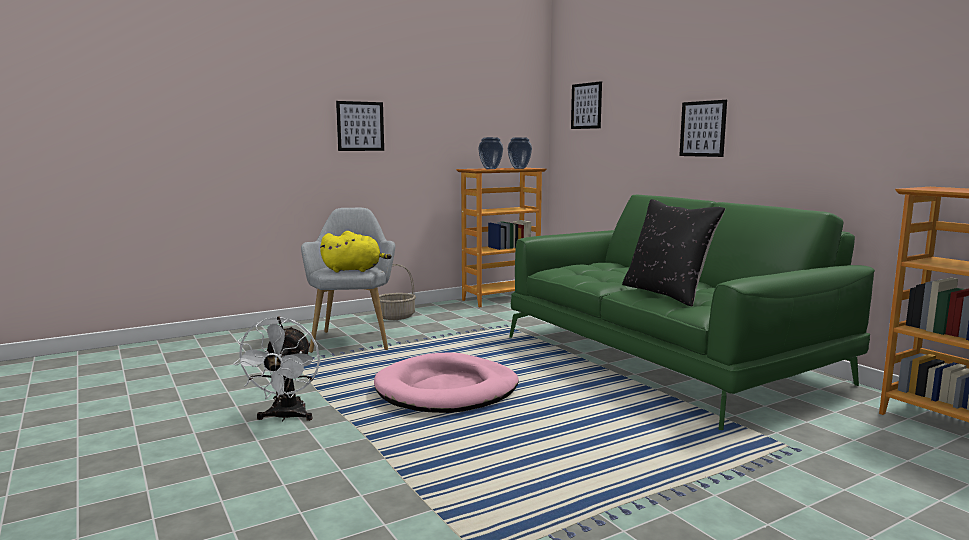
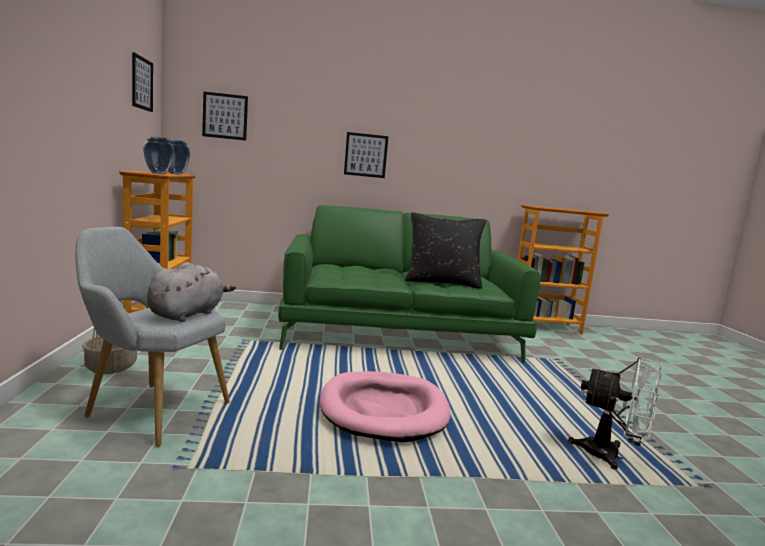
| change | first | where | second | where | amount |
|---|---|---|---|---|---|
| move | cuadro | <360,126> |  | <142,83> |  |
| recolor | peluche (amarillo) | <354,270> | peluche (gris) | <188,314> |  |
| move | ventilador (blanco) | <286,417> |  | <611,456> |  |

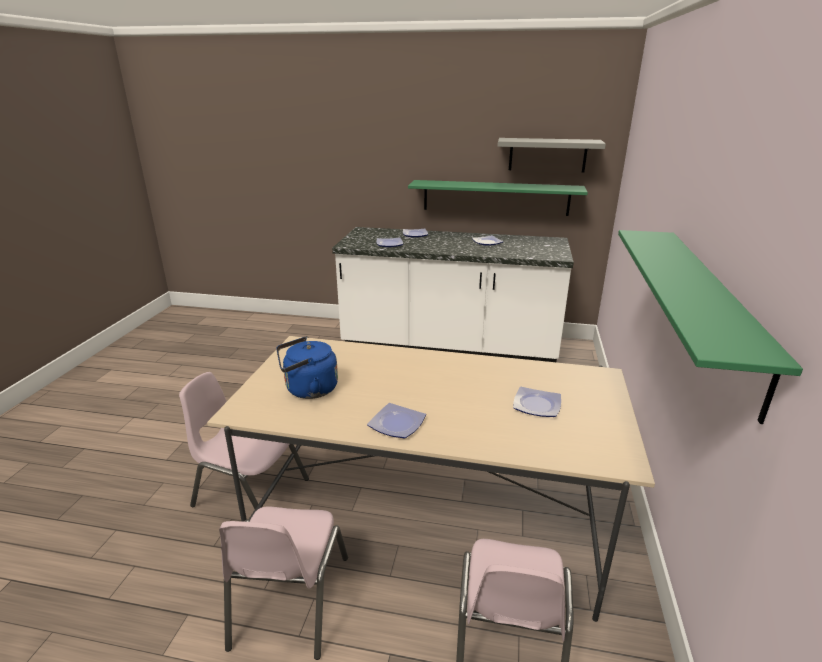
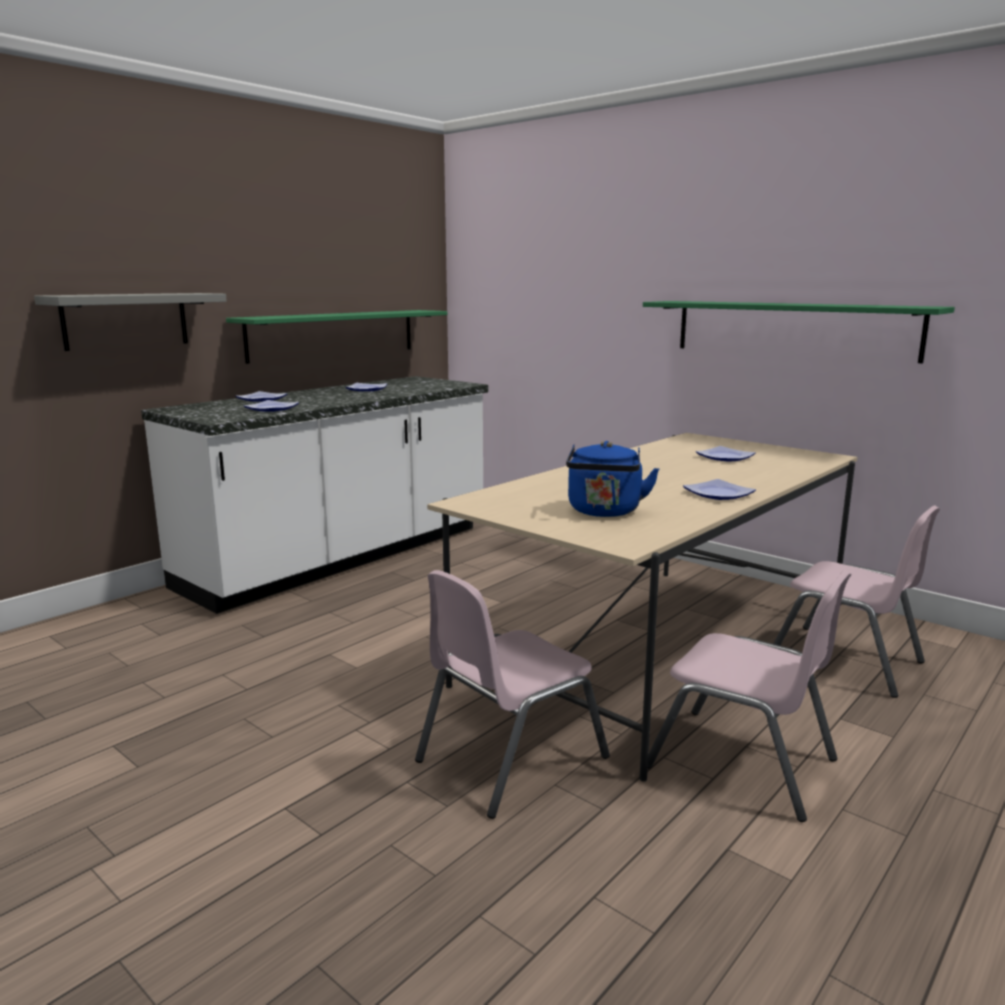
| change | first | where | second | where | amount |
|---|---|---|---|---|---|
| move | estante (gris) | <547,155> |  | <125,320> |  |

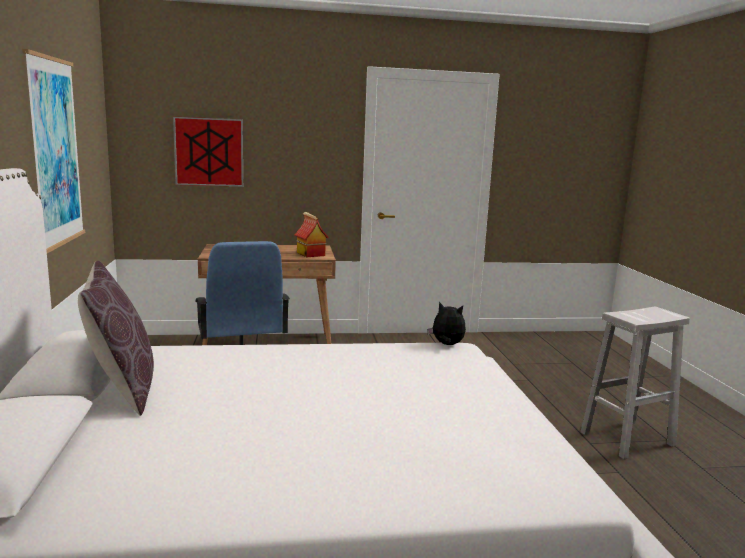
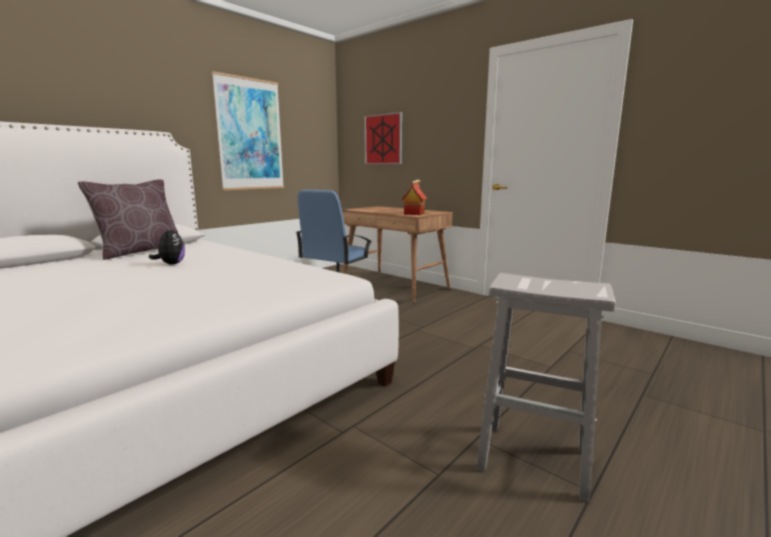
| change | first | where | second | where | amount |
|---|---|---|---|---|---|
| move | peluche | <447,345> |  | <171,264> |  |

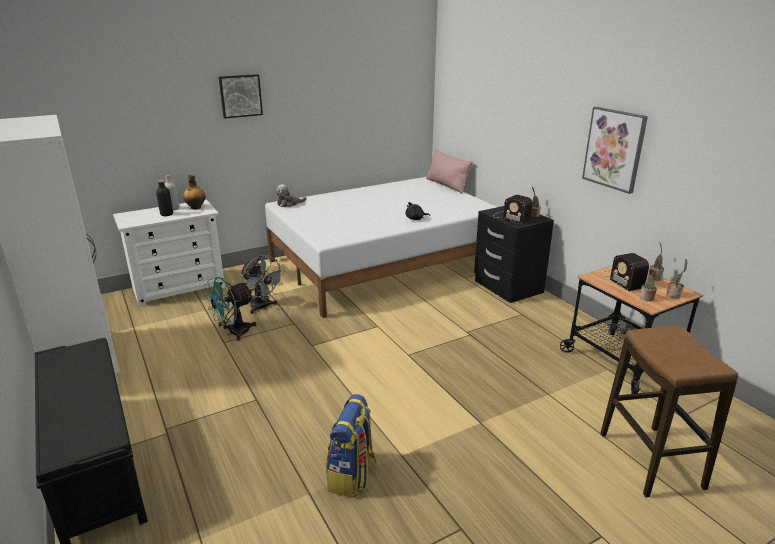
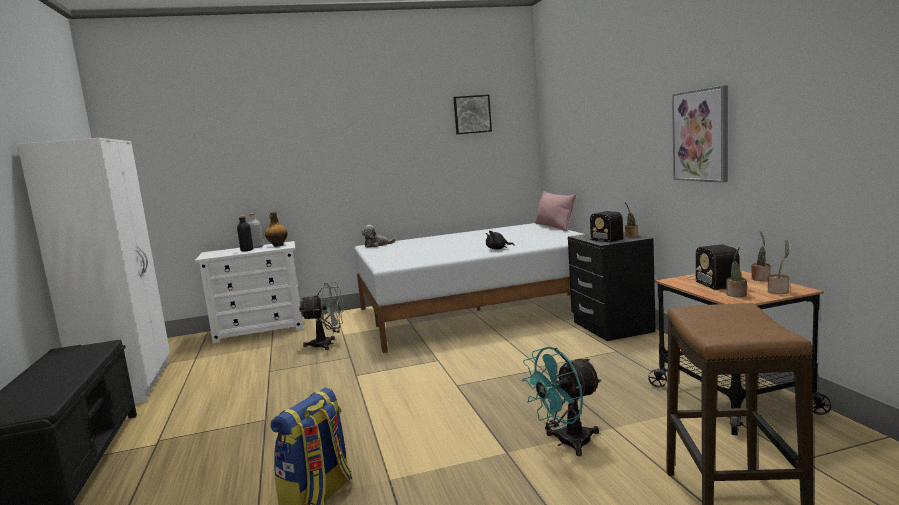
| change | first | where | second | where | amount |
|---|---|---|---|---|---|
| rotate | ventilador (gris) | <262,307> |  | <327,344> | 60 degrees counterclockwise |
| move | cuadro | <240,96> |  | <472,114> |  |
| move | ventilador (turquesa) | <234,333> |  | <566,443> |  |

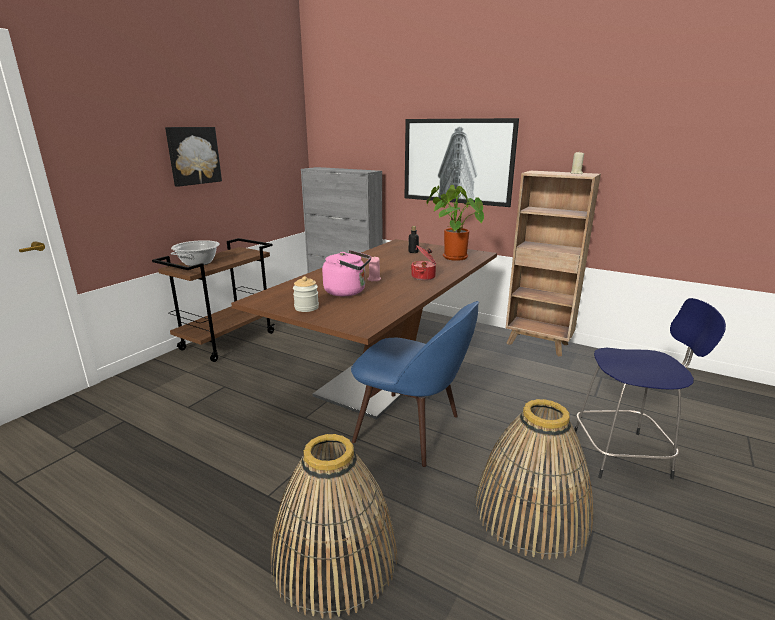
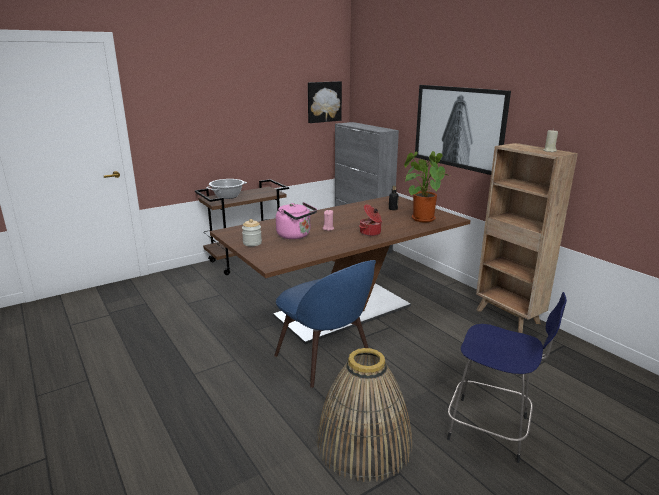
| change | first | where | second | where | amount |
|---|---|---|---|---|---|
| move | cuadro | <193,155> |  | <323,101> |  |
| delete | cesta | <334,557> |  |  |  |

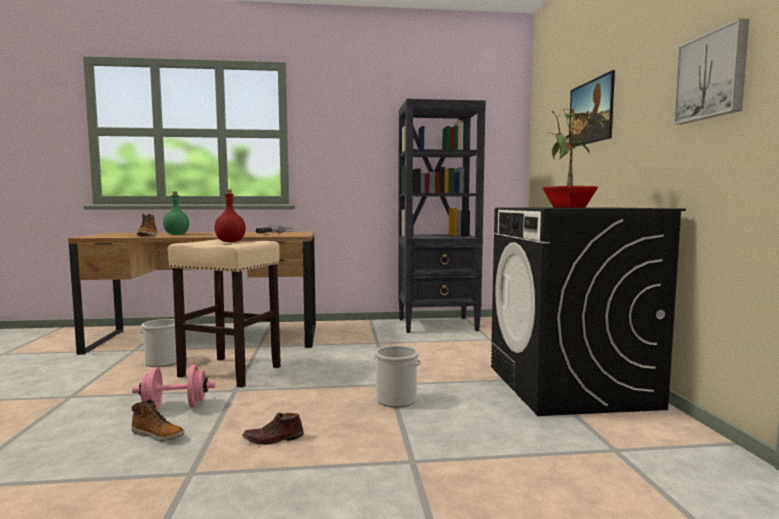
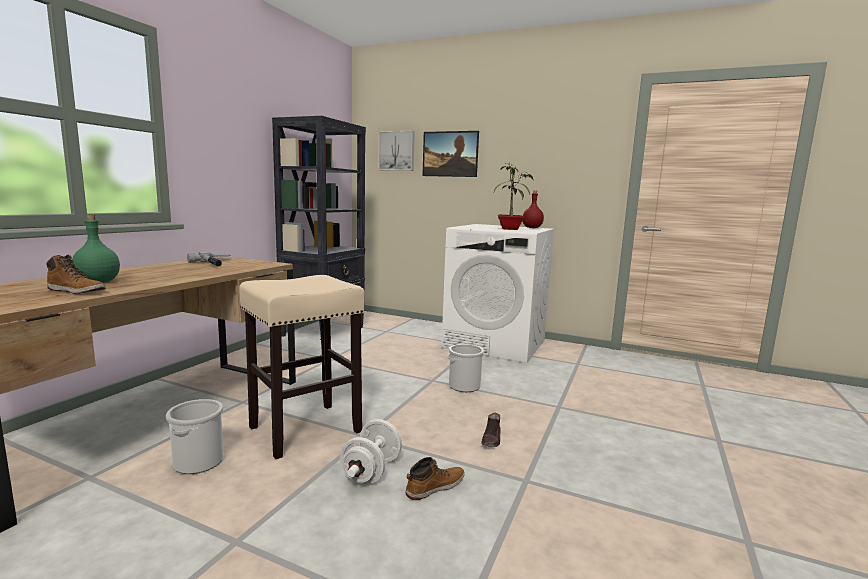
| change | first | where | second | where | amount |
|---|---|---|---|---|---|
| recolor | mancuerna (rosa) | <175,407> | mancuerna (blanco) | <371,471> |  |
| move | cuadro | <712,76> |  | <397,151> |  |
| recolor | lavadora (negro) | <570,386> | lavadora (blanco) | <495,344> |  |
| move | botella (rojo) | <230,242> |  | <532,228> |  |

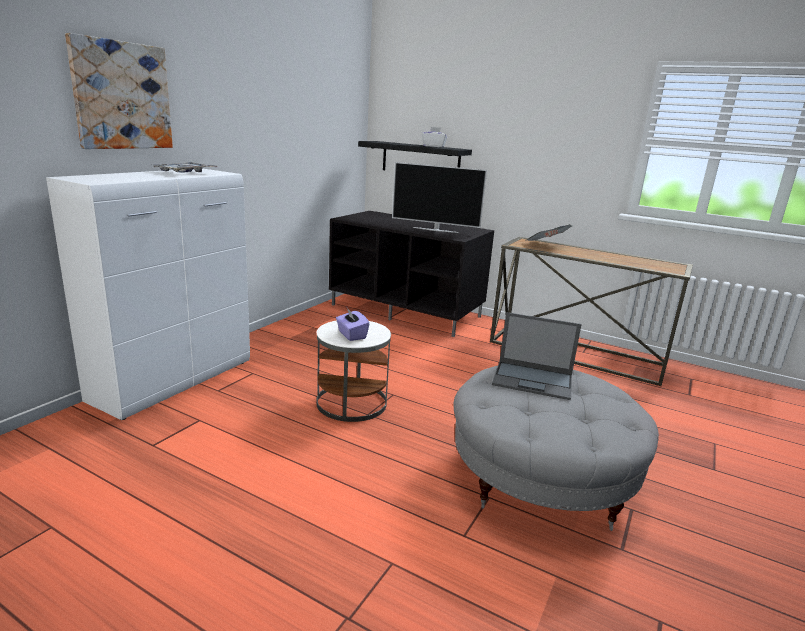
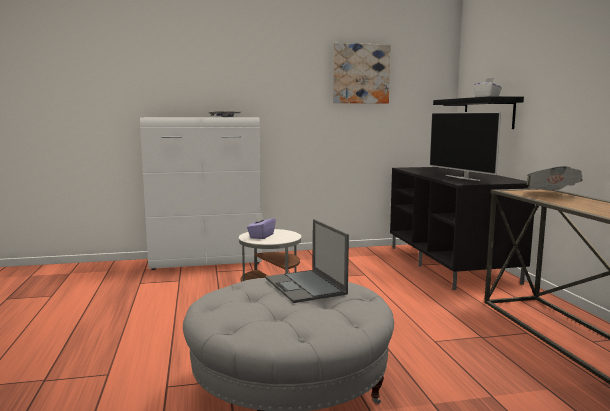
| change | first | where | second | where | amount |
|---|---|---|---|---|---|
| move | cuadro | <121,96> |  | <361,74> |  |

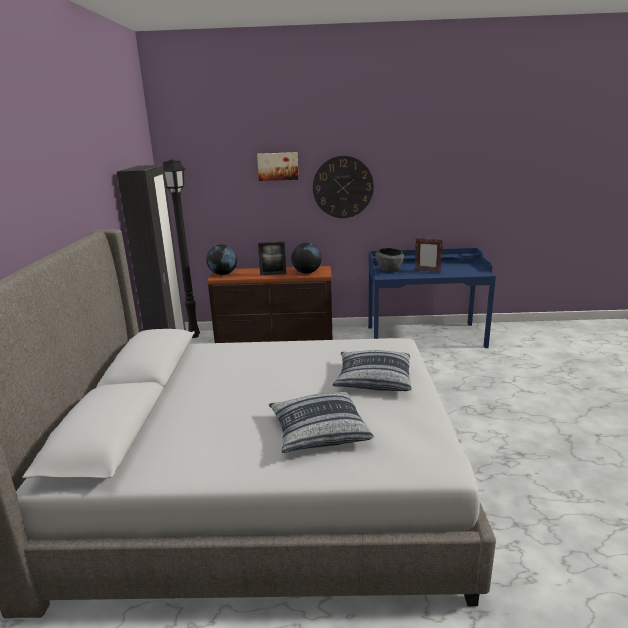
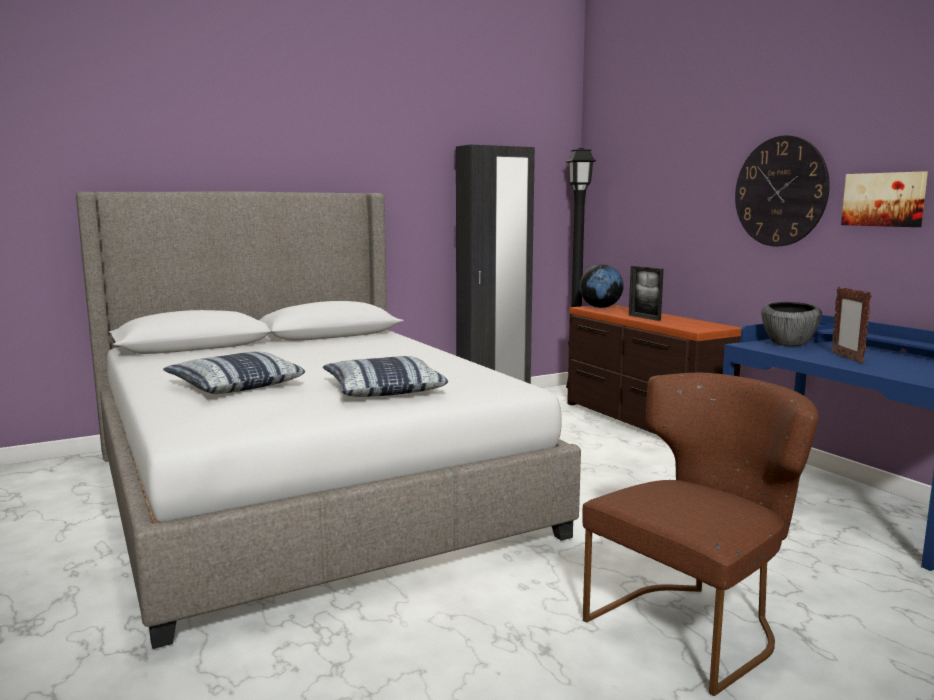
| change | first | where | second | where | amount |
|---|---|---|---|---|---|
| insert |  |  | silla (marrón) | <694,625> |  |
| move | cuadro | <278,166> |  | <884,199> |  |
| delete | globo terráqueo | <307,272> |  |  |  |

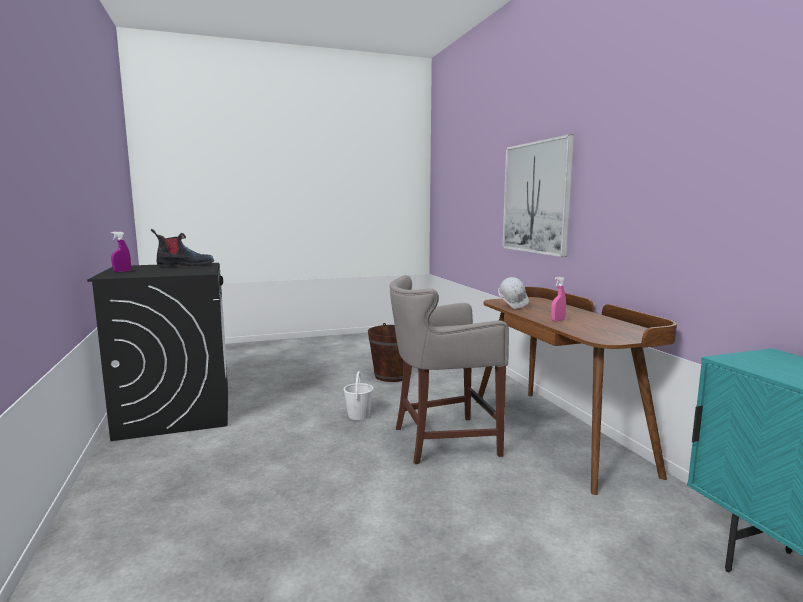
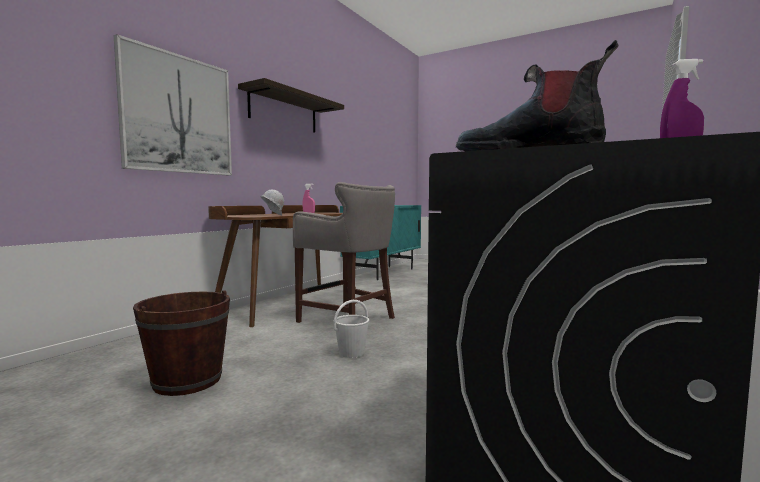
| change | first | where | second | where | amount |
|---|---|---|---|---|---|
| insert |  |  | estante | <284,111> |  |

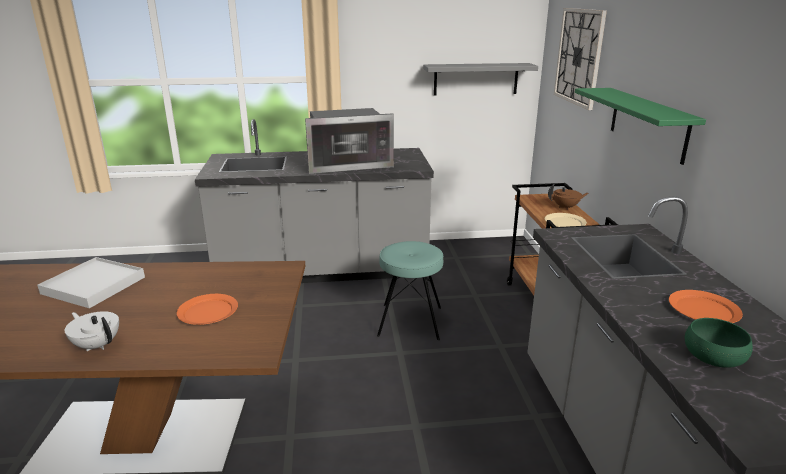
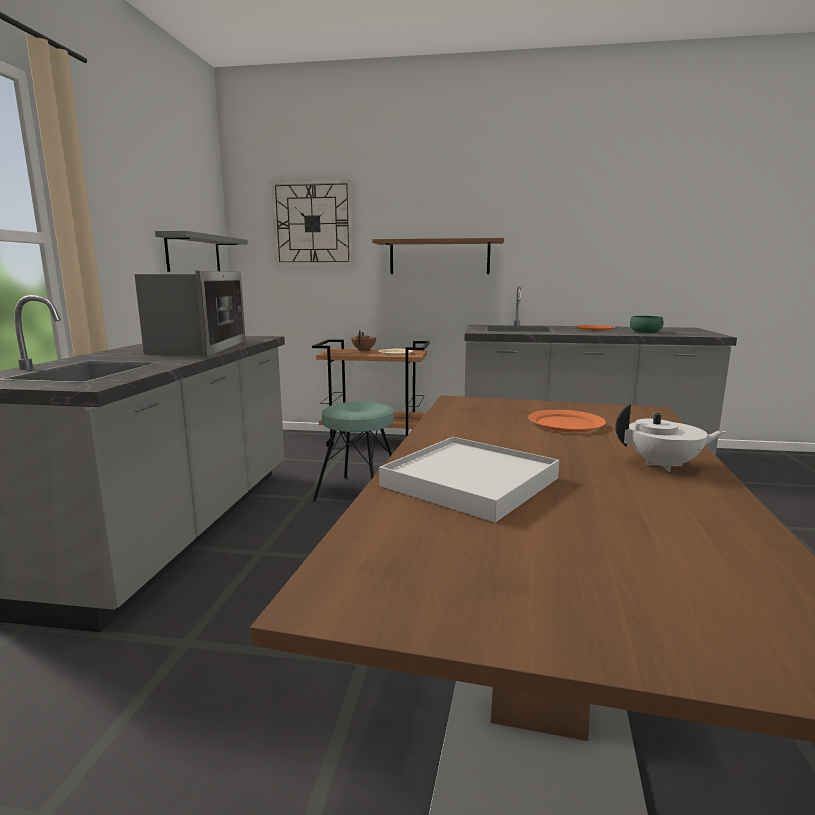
| change | first | where | second | where | amount |
|---|---|---|---|---|---|
| recolor | estante (verde) | <648,123> | estante (marrón) | <439,257> |  |
| rotate | tetera (blanco) | <97,345> |  | <664,465> | 135 degrees counterclockwise |

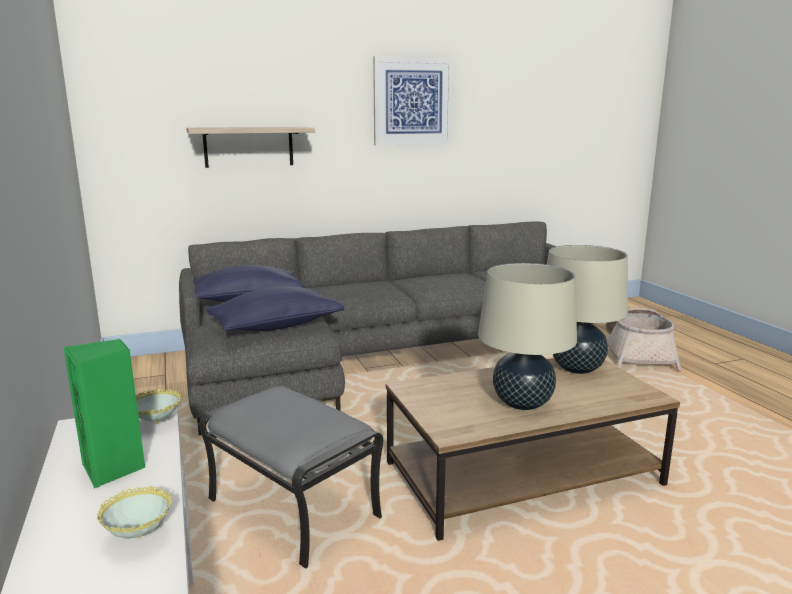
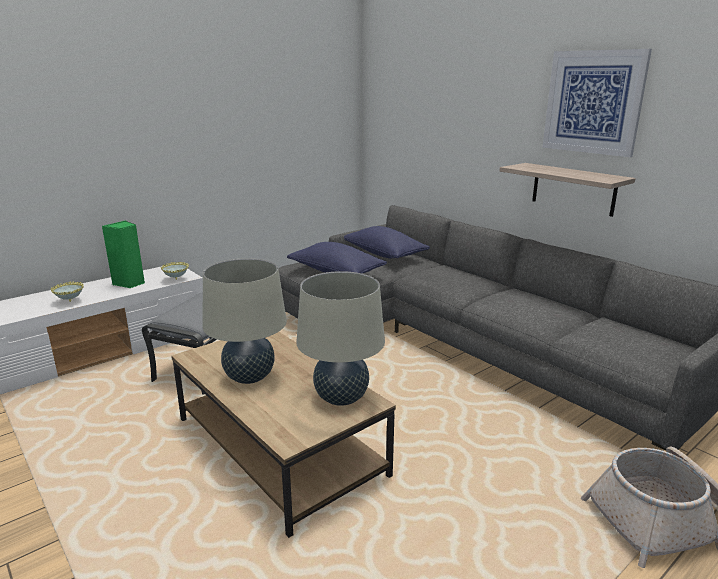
| change | first | where | second | where | amount |
|---|---|---|---|---|---|
| move | estante | <248,146> |  | <573,189> |  |

